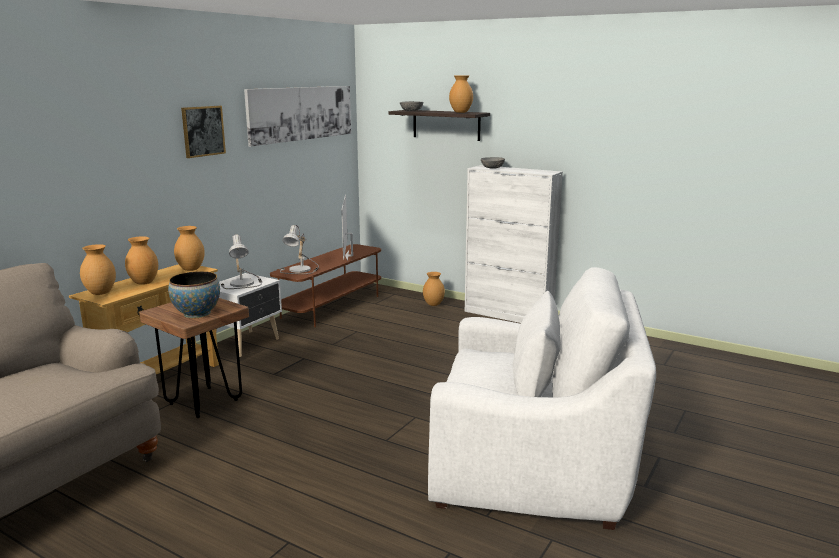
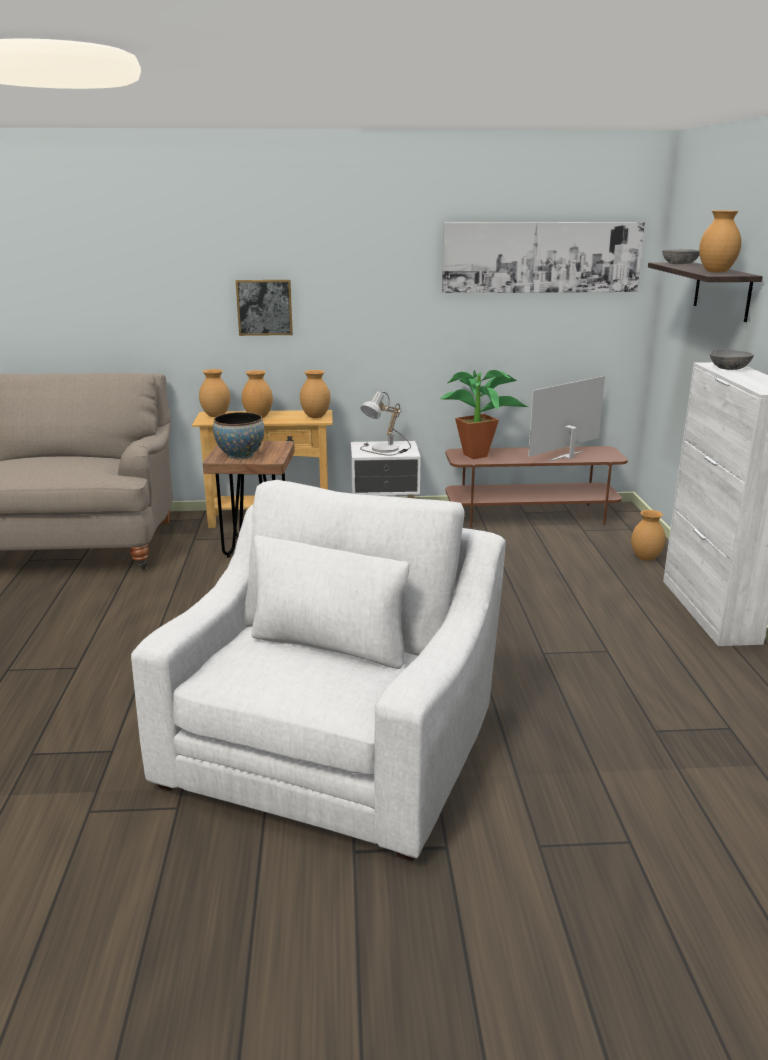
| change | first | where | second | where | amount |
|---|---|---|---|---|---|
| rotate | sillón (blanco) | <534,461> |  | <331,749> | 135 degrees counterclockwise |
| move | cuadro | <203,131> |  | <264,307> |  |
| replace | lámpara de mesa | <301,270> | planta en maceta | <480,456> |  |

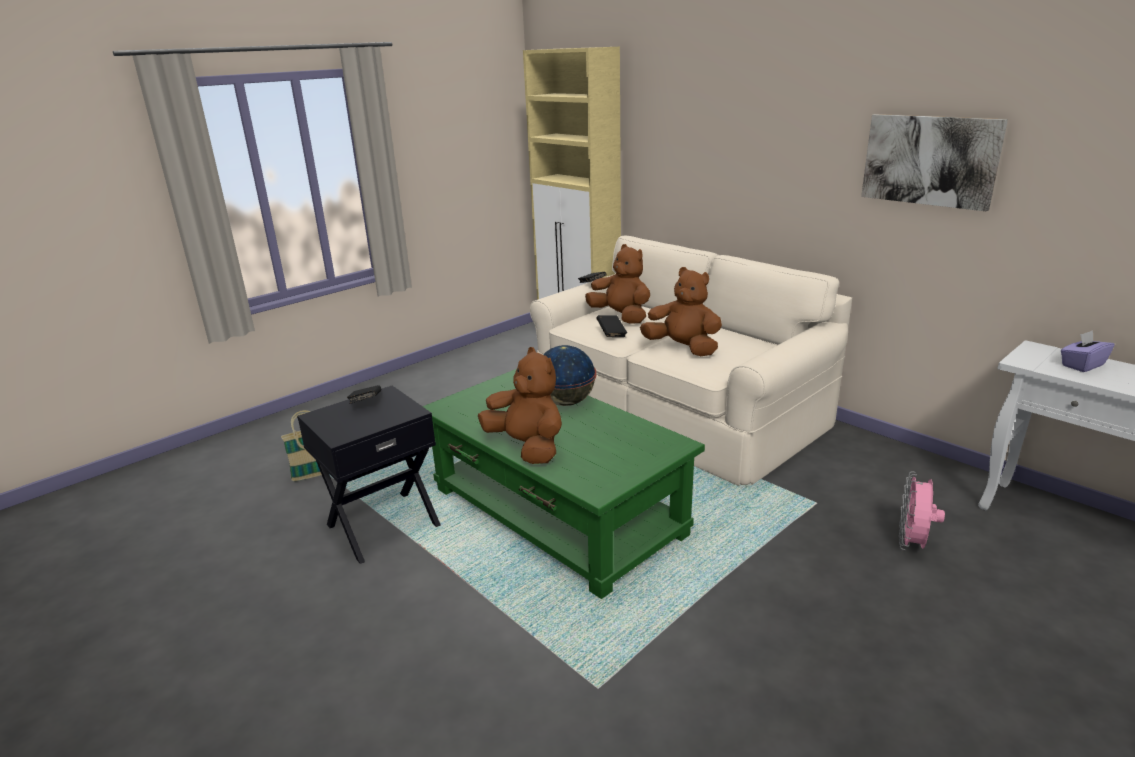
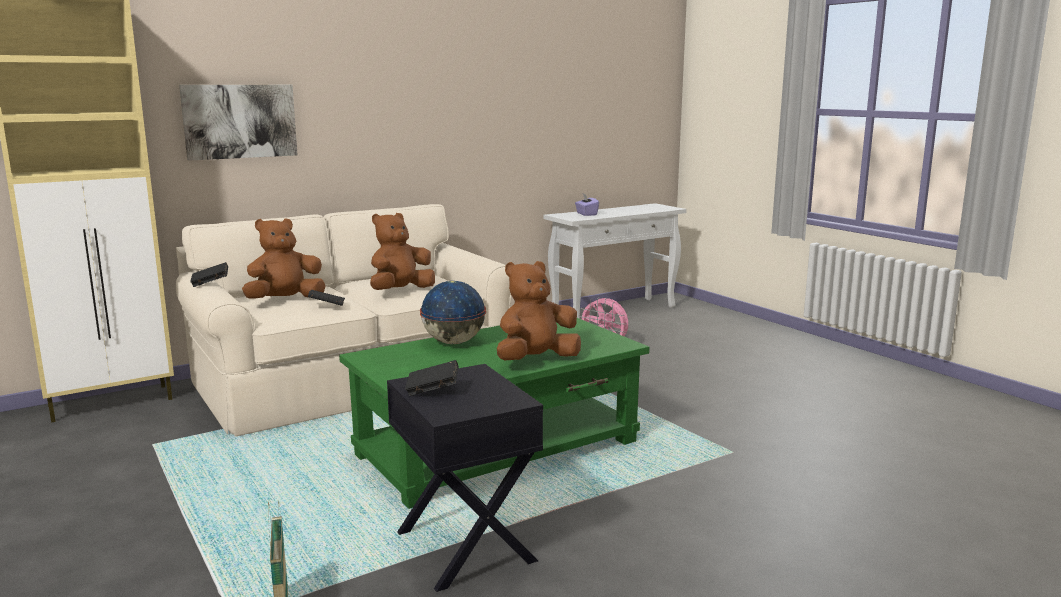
| change | first | where | second | where | amount |
|---|---|---|---|---|---|
| move | cuadro | <930,160> |  | <240,121> |  |

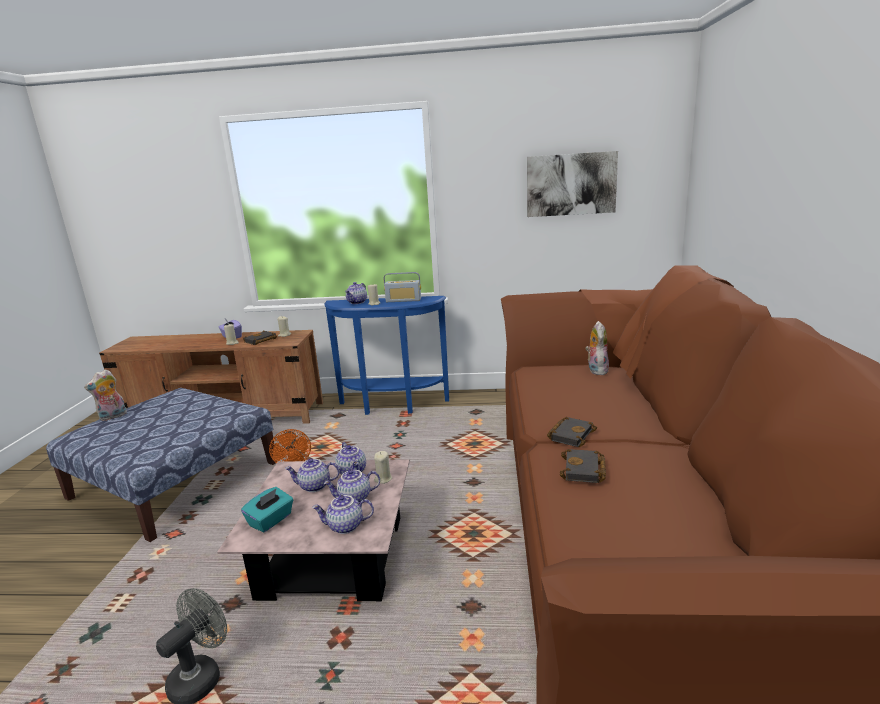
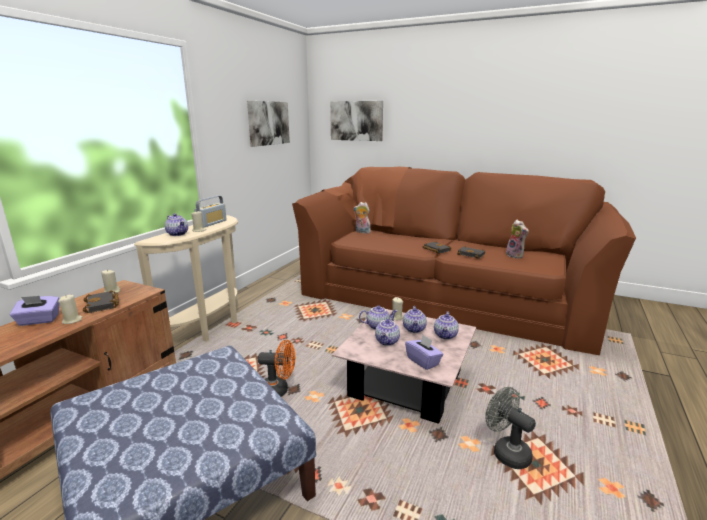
| change | first | where | second | where | amount |
|---|---|---|---|---|---|
| recolor | mesa consola (azul) | <392,407> | mesa consola (beis) | <210,328> |  |
| insert |  |  | cuadro | <356,121> |  |
| recolor | caja de pañuelos (turquesa) | <271,520> | caja de pañuelos (morado) | <423,361> |  |
| move | peluche | <113,417> |  | <515,255> |  |

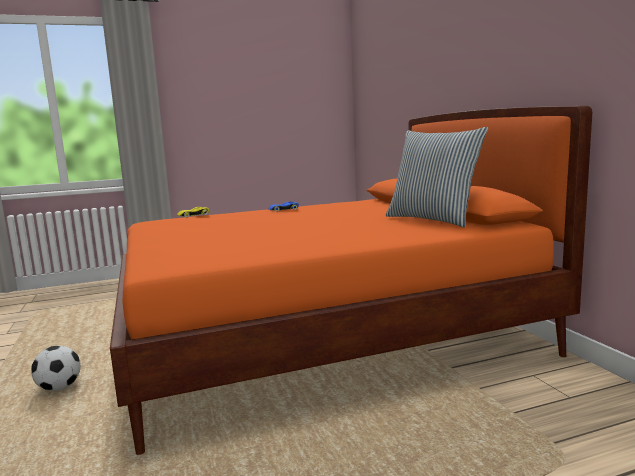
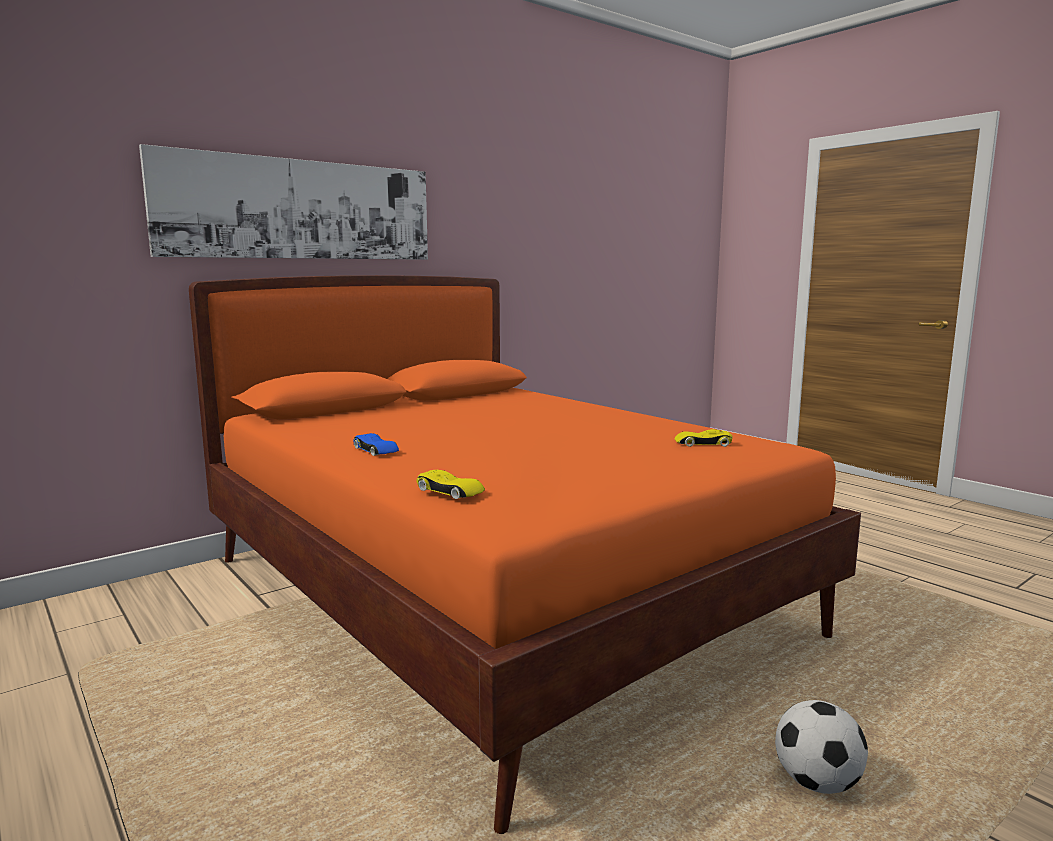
| change | first | where | second | where | amount |
|---|---|---|---|---|---|
| insert |  |  | cuadro | <301,210> |  |
| insert |  |  | coche de juguete (amarillo) | <702,443> |  |
| delete | cojín | <433,219> |  |  |  |

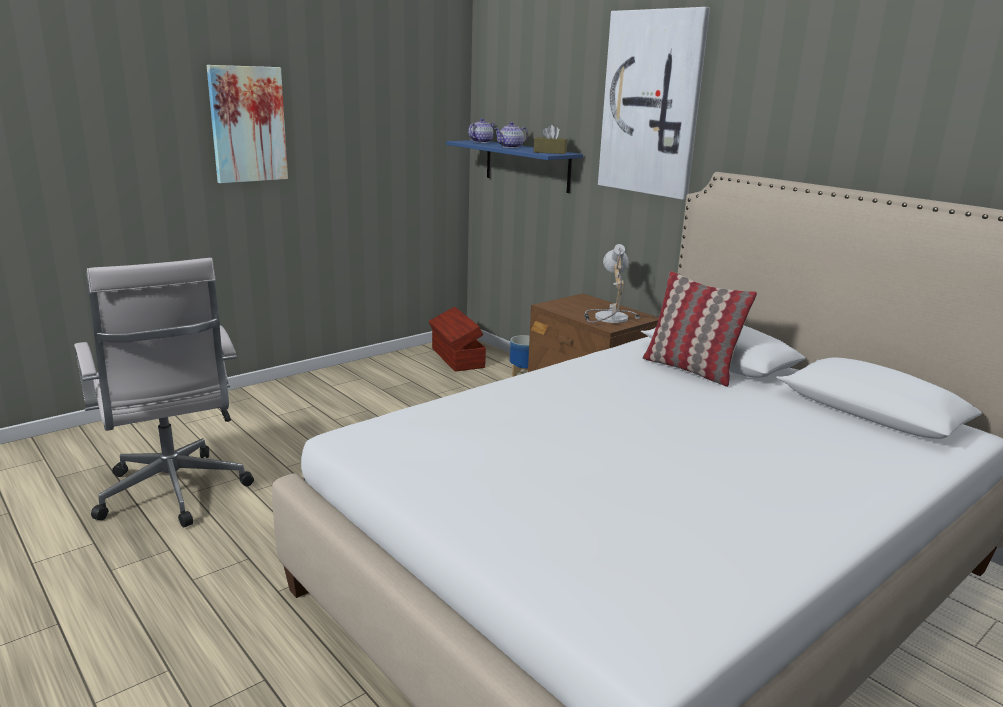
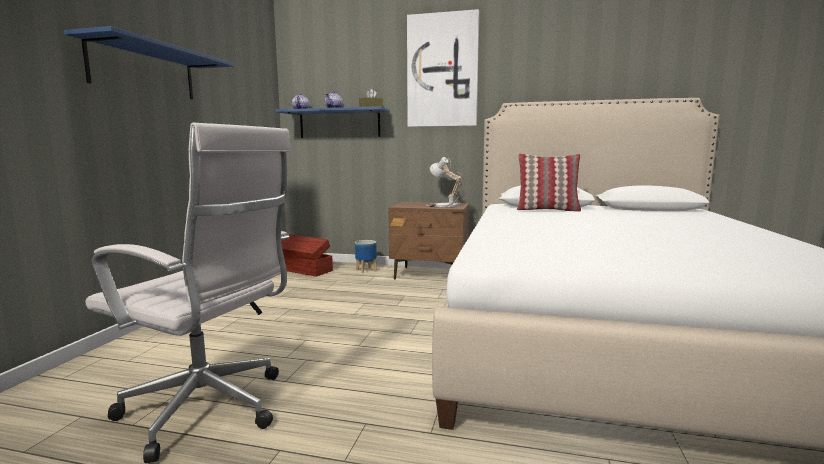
| change | first | where | second | where | amount |
|---|---|---|---|---|---|
| replace | cuadro | <248,124> | estante (azul) | <144,71> |  |

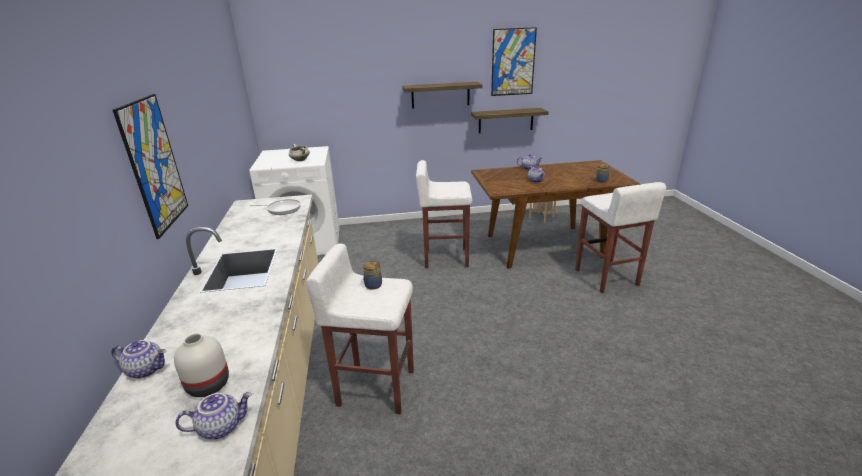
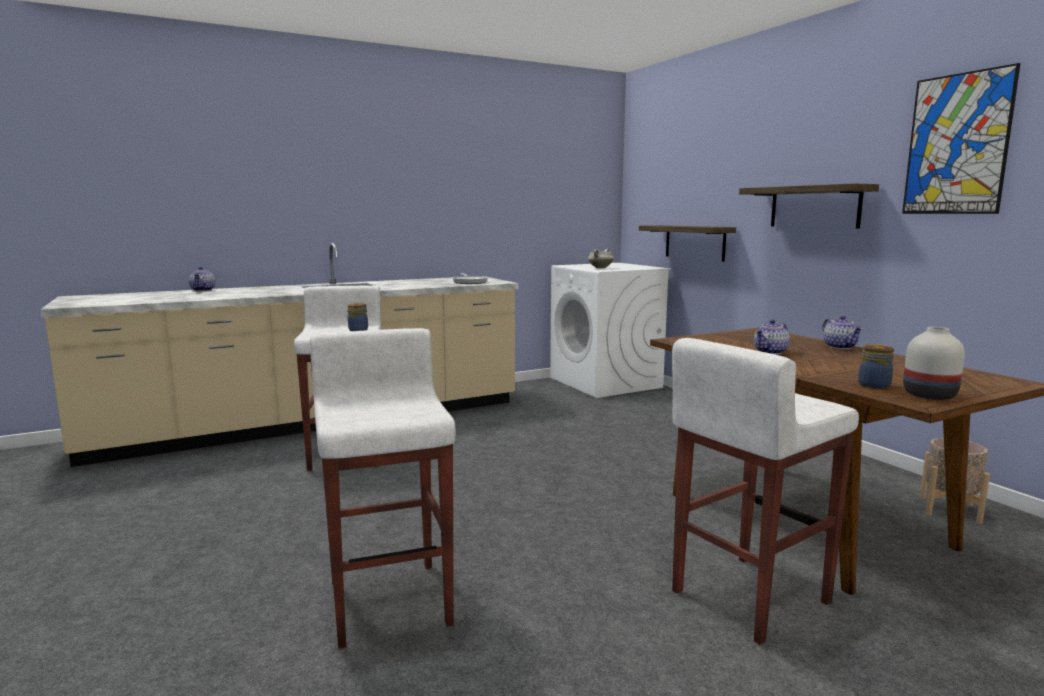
| change | first | where | second | where | amount |
|---|---|---|---|---|---|
| move | taburete (blanco) | <445,257> |  | <391,600> |  |
| move | estante | <506,120> |  | <694,242> |  |
| move | florero (blanco) | <208,384> |  | <929,395> |  |
| delete | cuadro | <154,165> |  |  |  |
| delete | tetera | <221,426> |  |  |  |

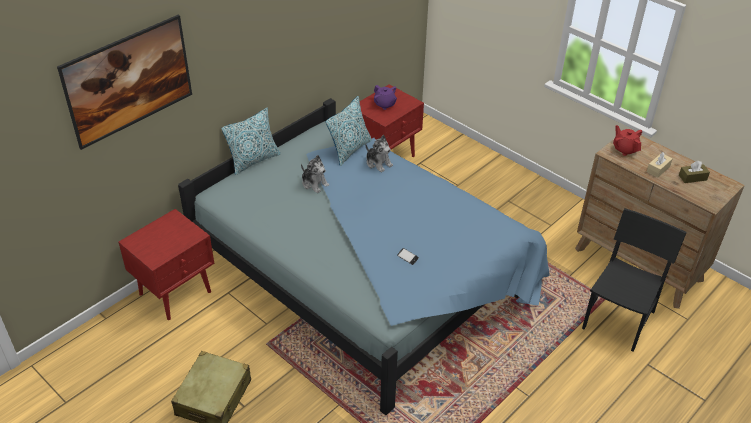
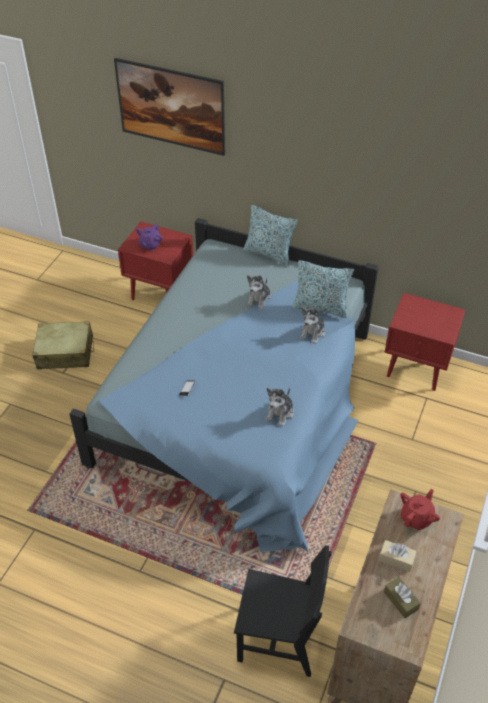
| change | first | where | second | where | amount |
|---|---|---|---|---|---|
| move | tetera (morado) | <384,104> |  | <150,245> |  |
| insert |  |  | peluche | <280,413> |  |

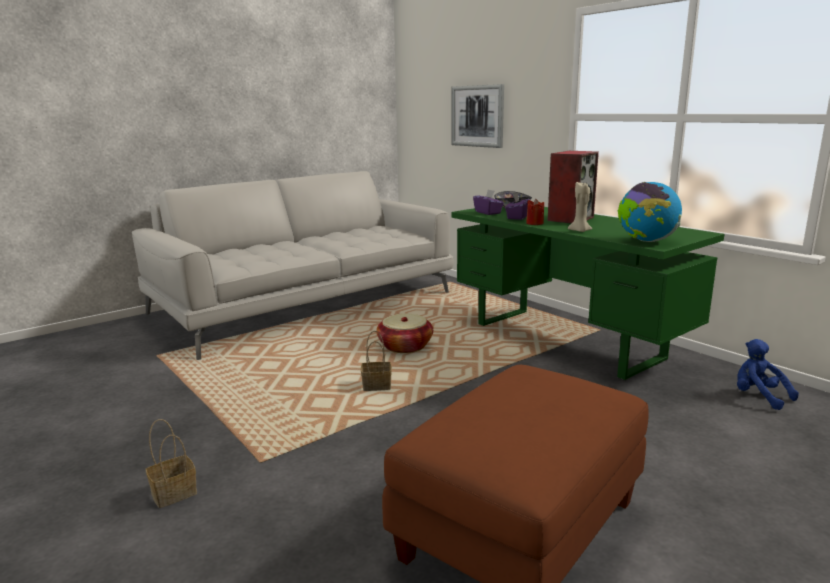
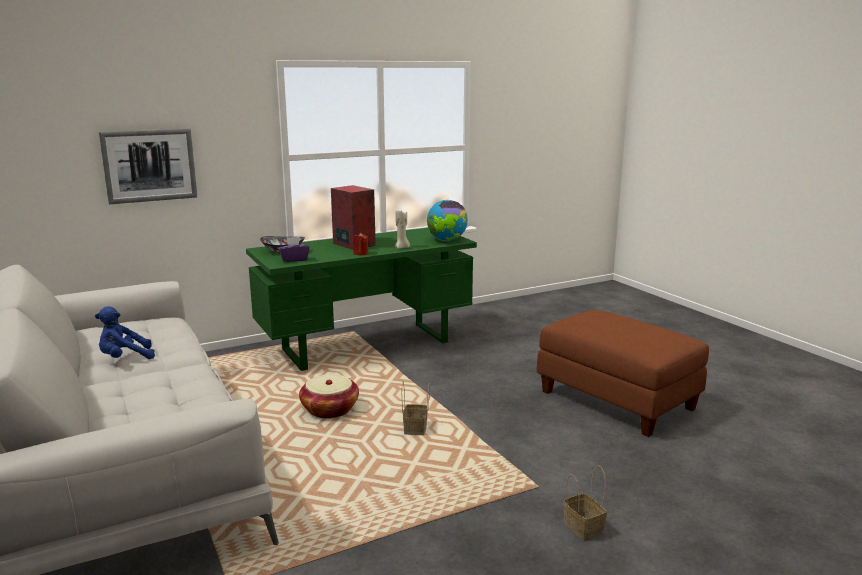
| change | first | where | second | where | amount |
|---|---|---|---|---|---|
| move | peluche (azul) | <758,396> |  | <125,358> |  |
| delete | caja de pañuelos (morado) | <517,217> |  |  |  |

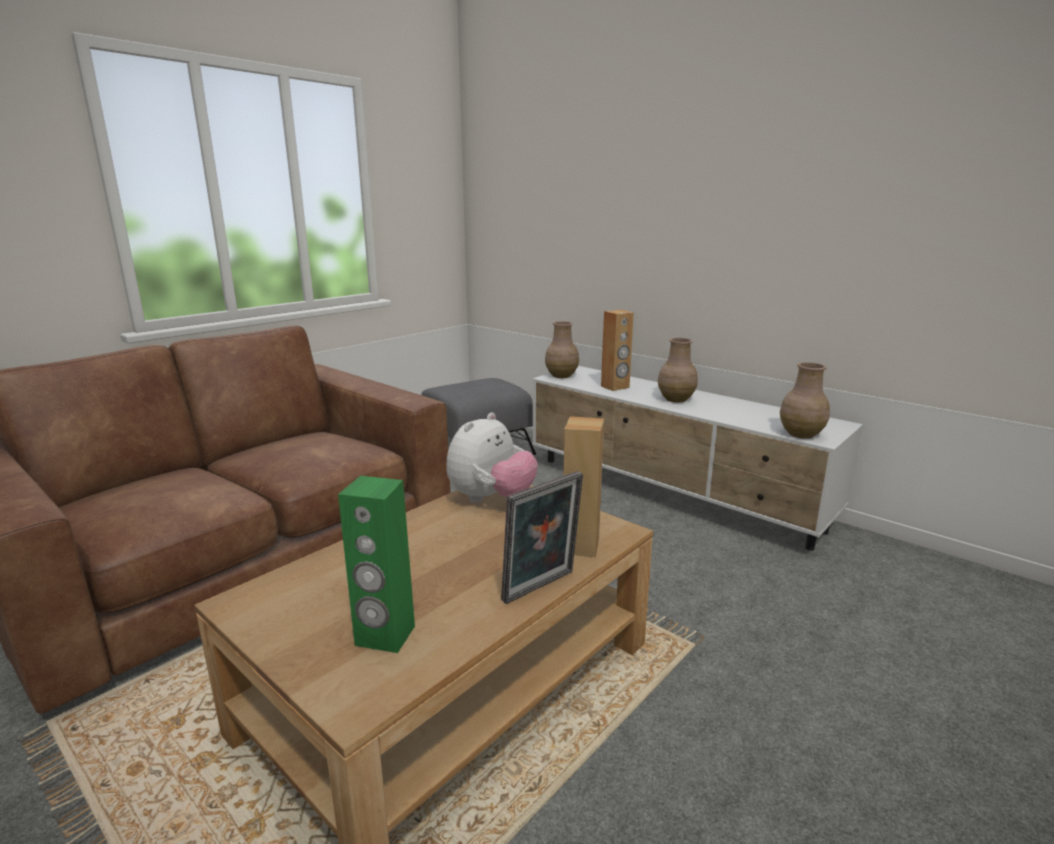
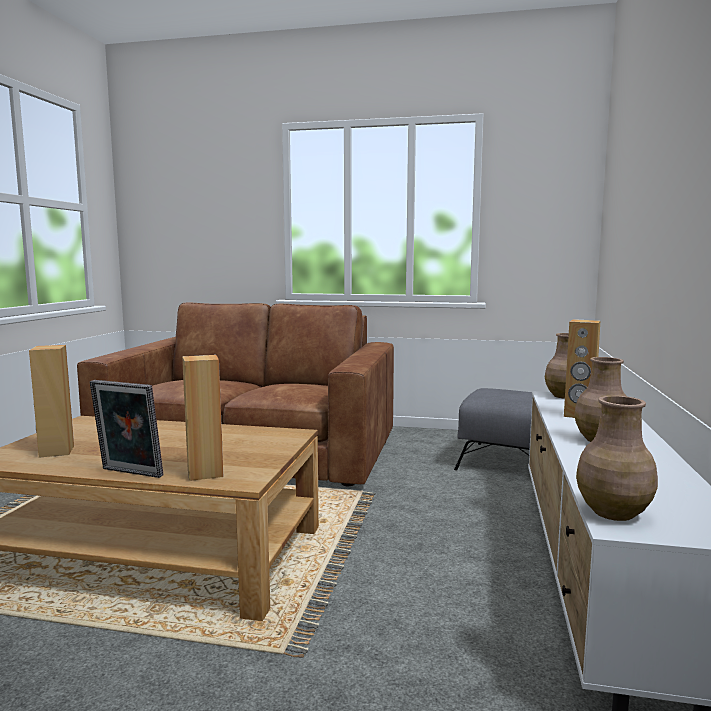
| change | first | where | second | where | amount |
|---|---|---|---|---|---|
| recolor | altavoz (verde) | <385,636> | altavoz (marrón) | <56,451> |  |
| delete | peluche | <491,499> |  |  |  |

